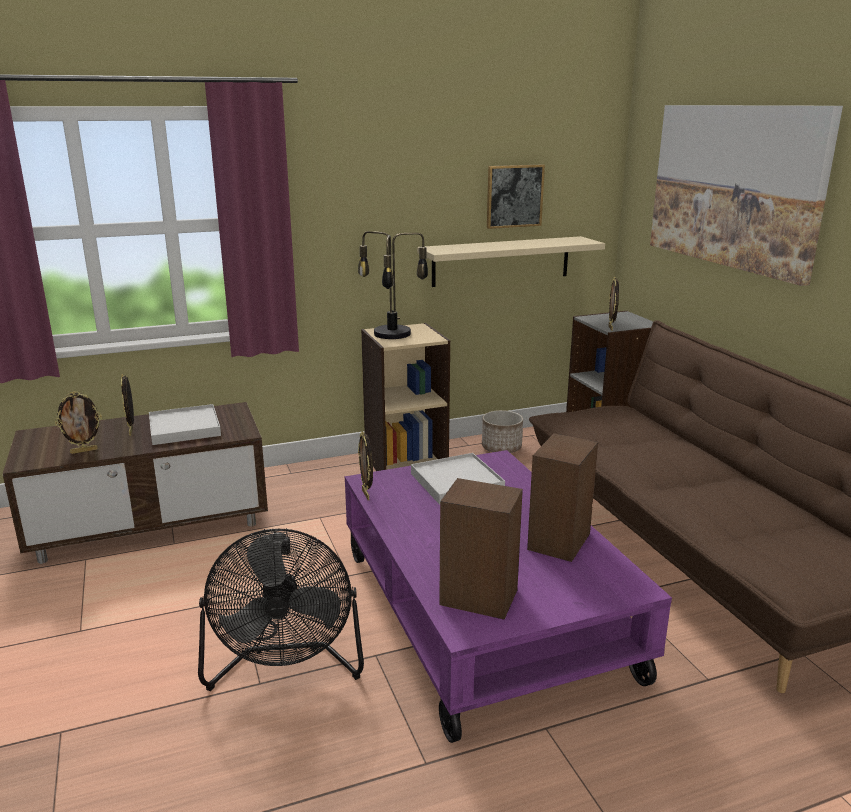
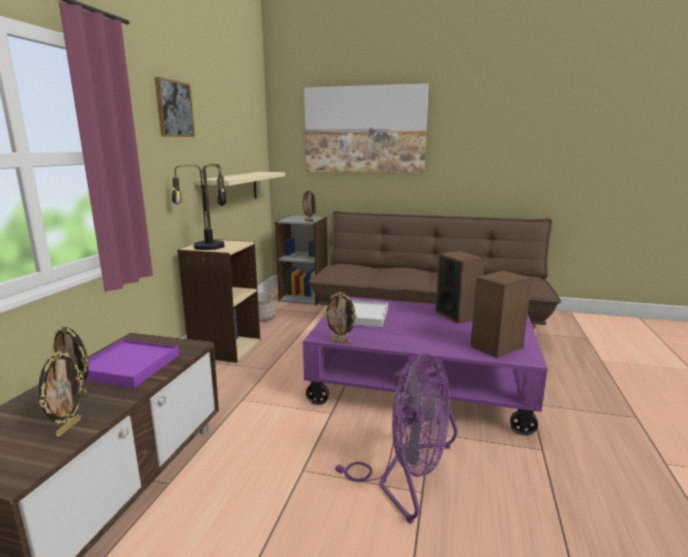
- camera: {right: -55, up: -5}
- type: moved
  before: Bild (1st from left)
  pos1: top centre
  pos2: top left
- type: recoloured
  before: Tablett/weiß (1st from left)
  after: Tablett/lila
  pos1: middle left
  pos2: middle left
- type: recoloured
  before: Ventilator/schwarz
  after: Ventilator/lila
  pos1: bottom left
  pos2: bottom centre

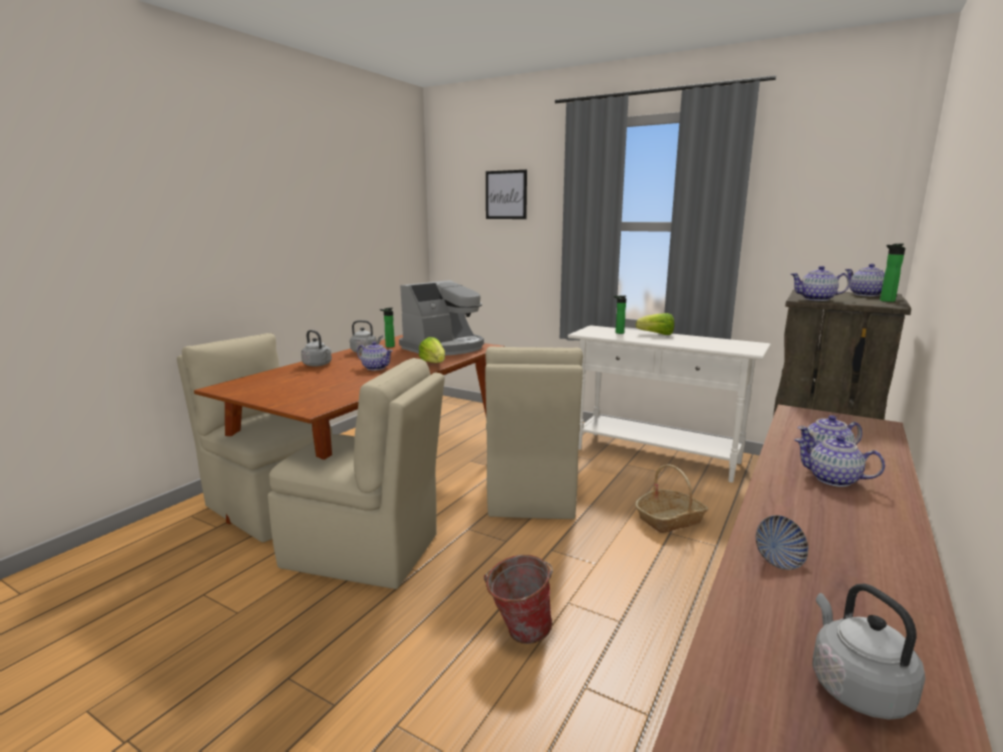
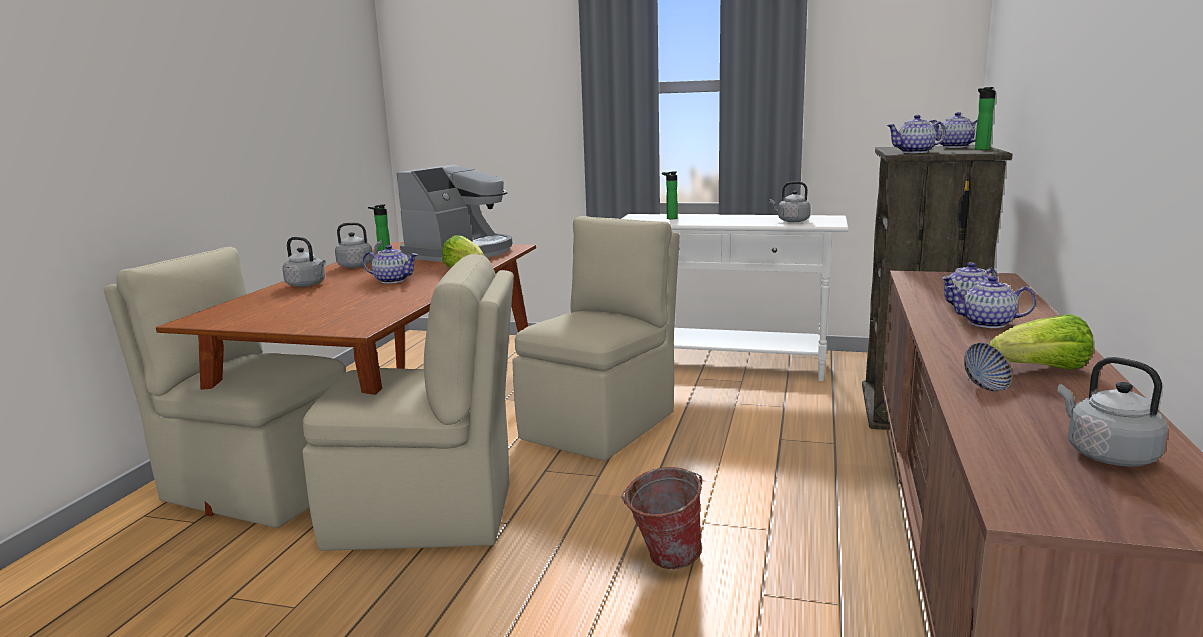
- camera: {right: -15, up: 0}
- type: removed
  before: Bild
  pos1: top centre
- type: removed
  before: Korb
  pos1: middle right
- type: added
  after: Wasserkessel/grau (3rd from left)
  pos2: top centre
- type: moved
  before: Salatkopf (2nd from left)
  pos1: centre
  pos2: middle right
- type: turned
  before: Stuhl/beige (3rd from left)
  pos1: centre
  pos2: centre
  turn: -135

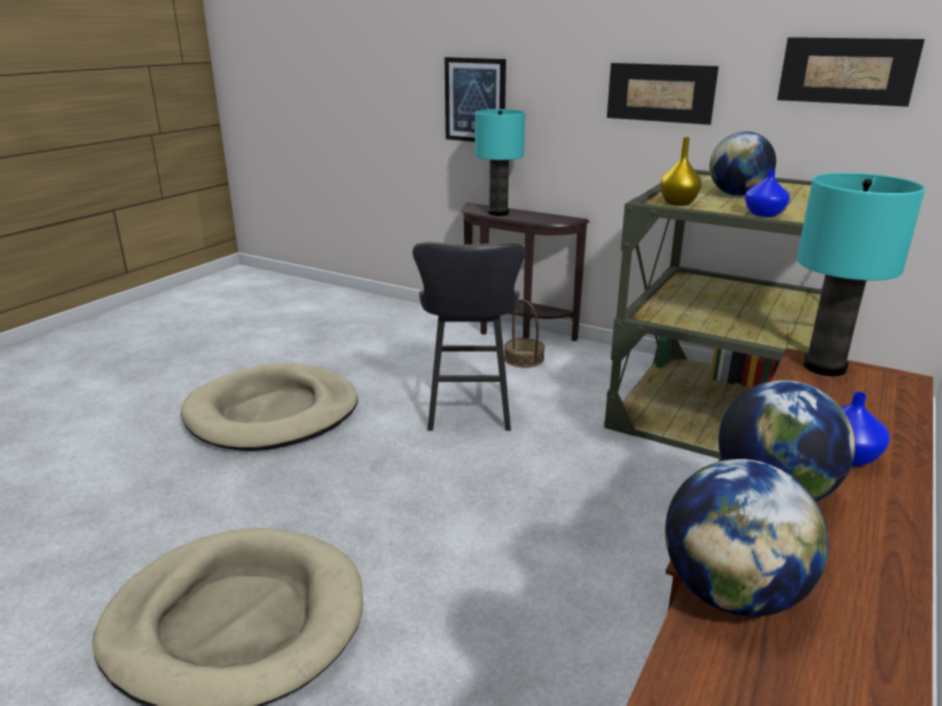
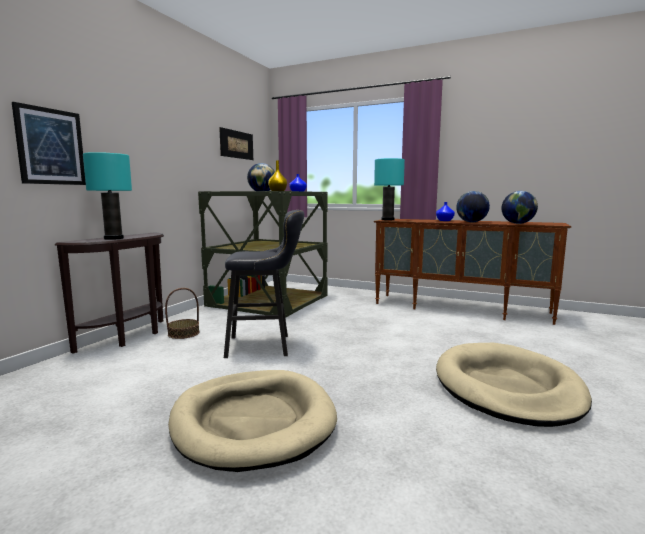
- camera: {right: -95, up: -15}
- type: removed
  before: Bild (2nd from left)
  pos1: top right

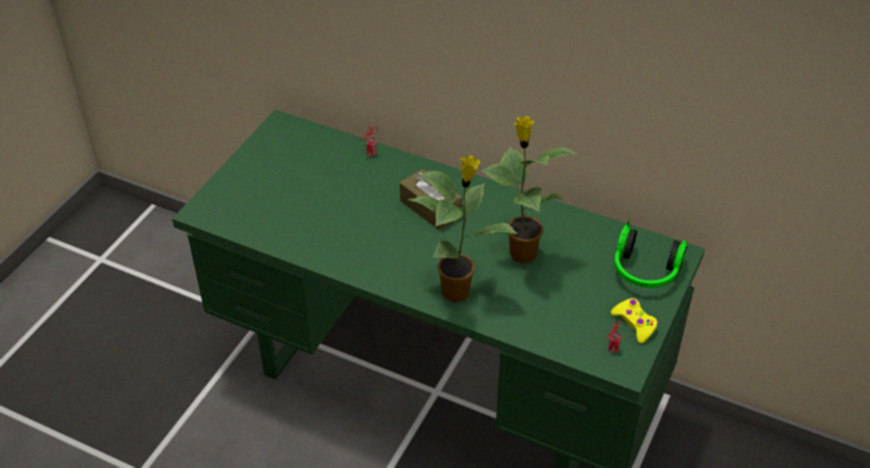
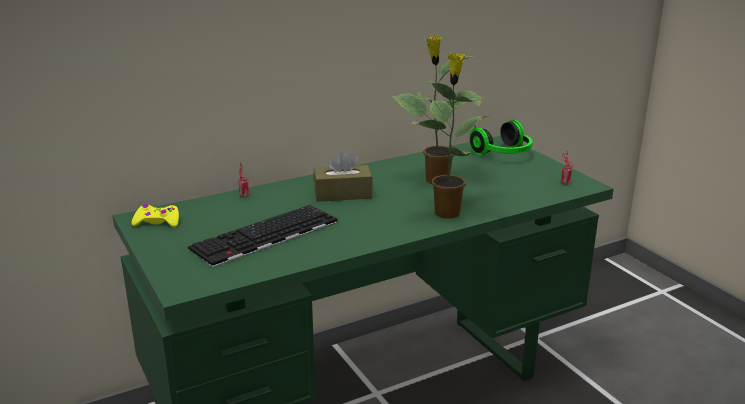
- camera: {right: -55, up: -20}
- type: added
  after: Tastatur
  pos2: centre
- type: moved
  before: Gamepad/gelb
  pos1: bottom right
  pos2: middle left

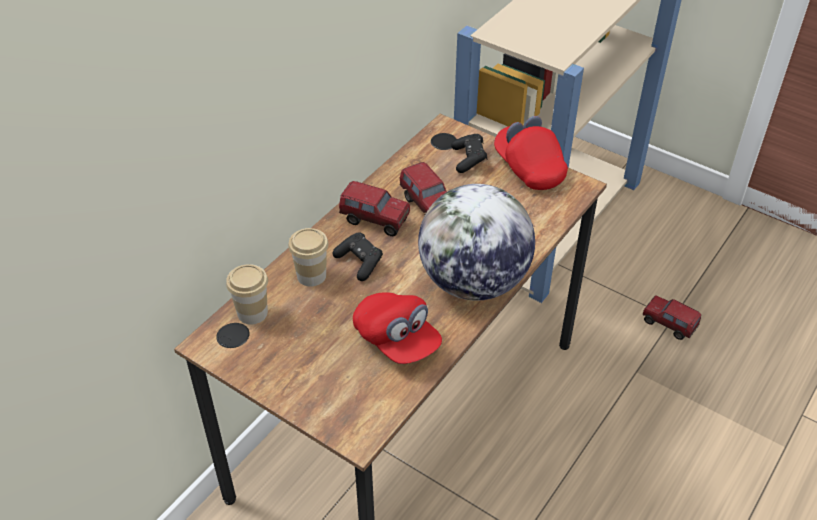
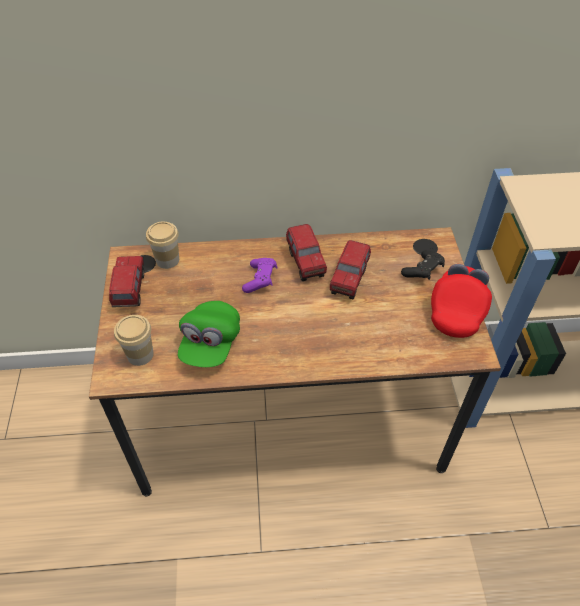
- camera: {right: 50, up: 5}
- type: removed
  before: Globus
  pos1: centre
- type: moved
  before: Tasse (2nd from left in the first image)
  after: Tasse (1st from left)
  pos1: centre
  pos2: middle left
- type: moved
  before: Spielzeuglaster (3rd from left in the first image)
  after: Spielzeuglaster (1st from left)
  pos1: middle right
  pos2: middle left
- type: recoloured
  before: Gamepad/schwarz (1st from left)
  after: Gamepad/lila
  pos1: centre
  pos2: centre
- type: recoloured
  before: Kappe/rot (1st from left)
  after: Kappe/grün
  pos1: centre
  pos2: centre

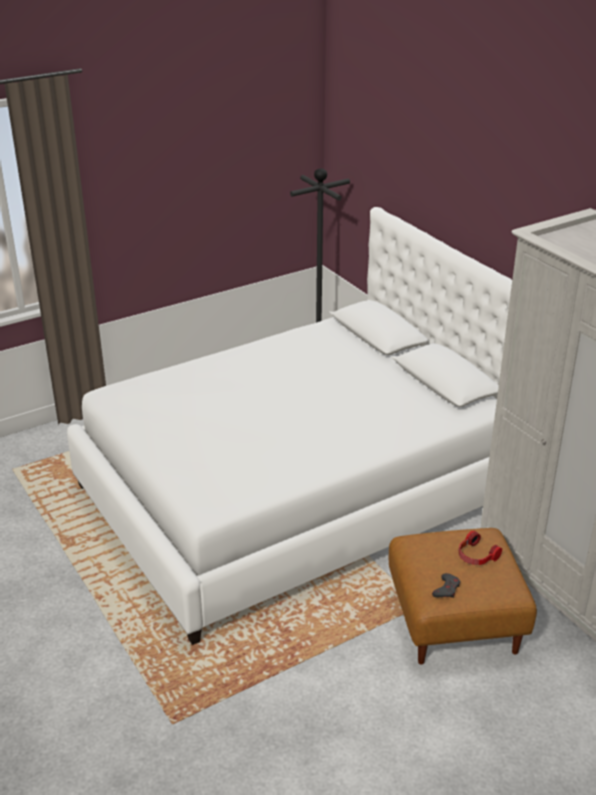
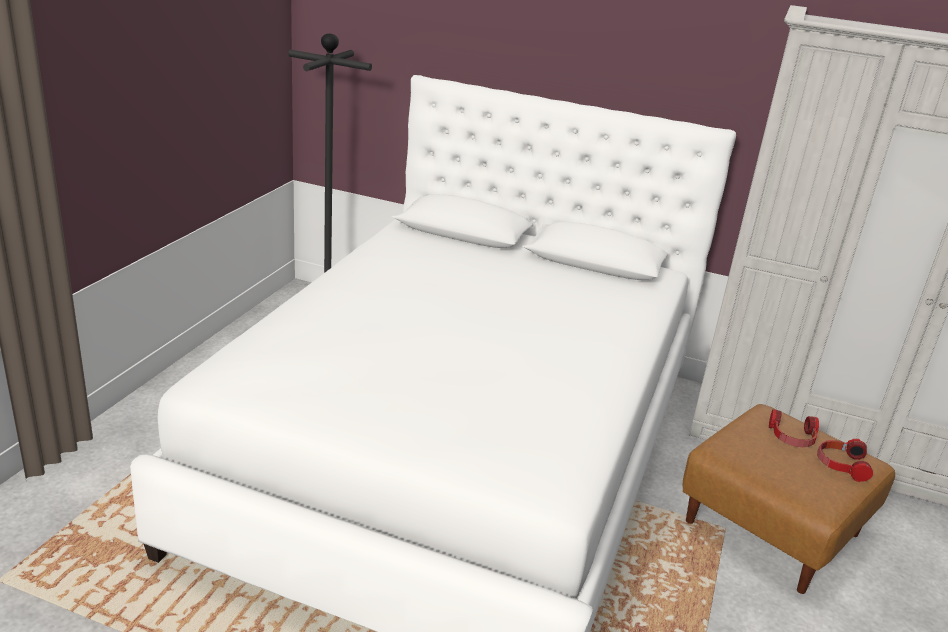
- camera: {right: -40, up: -5}
- type: removed
  before: Gamepad/grau
  pos1: bottom right
- type: added
  after: Kopfhörer (2nd from left)
  pos2: bottom right

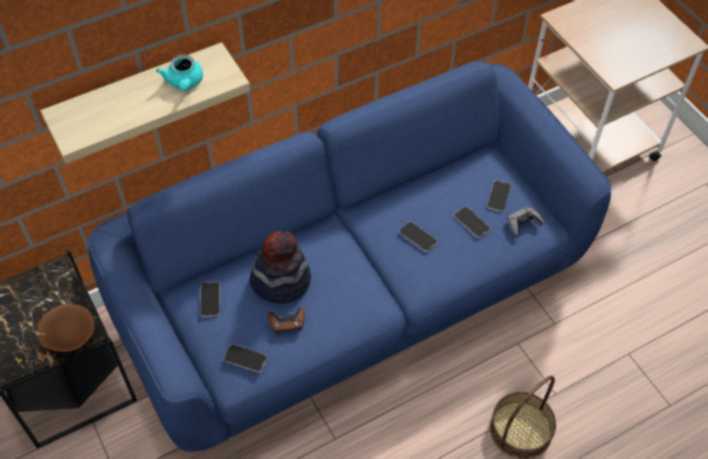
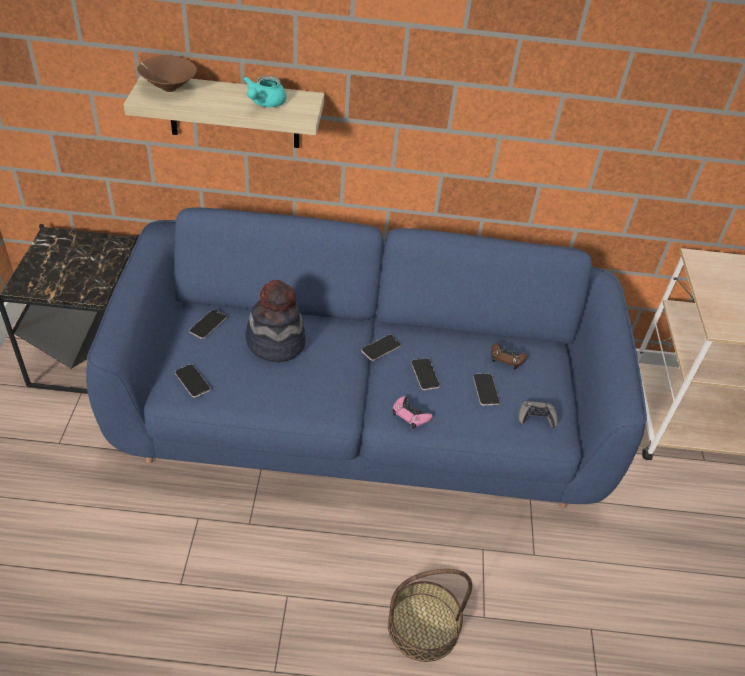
- camera: {right: 30, up: -10}
- type: added
  after: Gamepad/rosa
  pos2: centre
- type: moved
  before: Schüssel/braun
  pos1: bottom left
  pos2: top left
- type: moved
  before: Gamepad/braun
  pos1: bottom centre
  pos2: middle right
- type: moved
  before: Handy (5th from left in the first image)
  after: Handy (3rd from left)
  pos1: middle right
  pos2: centre

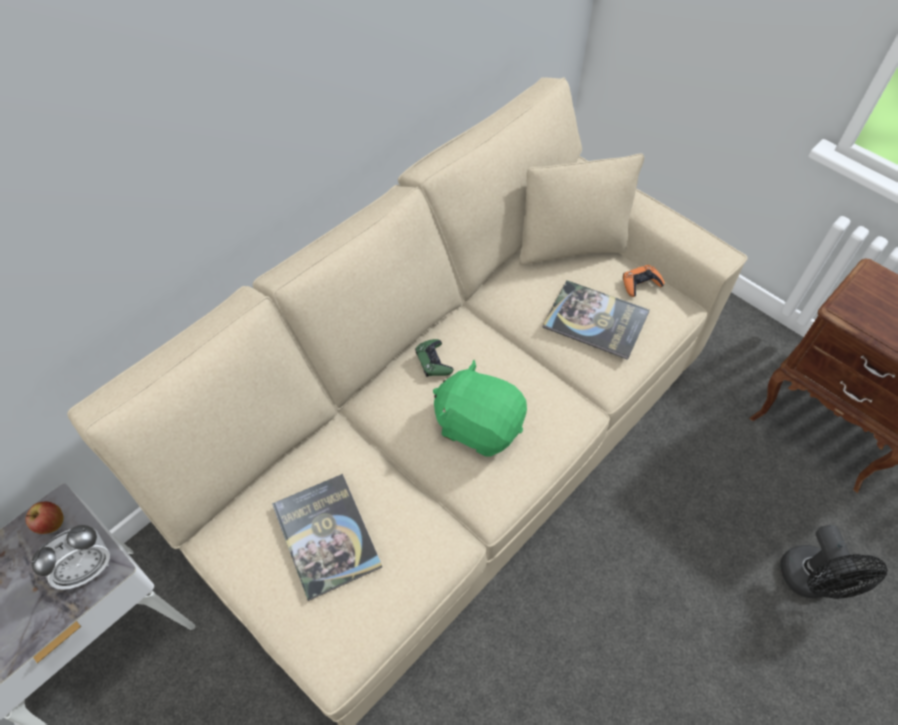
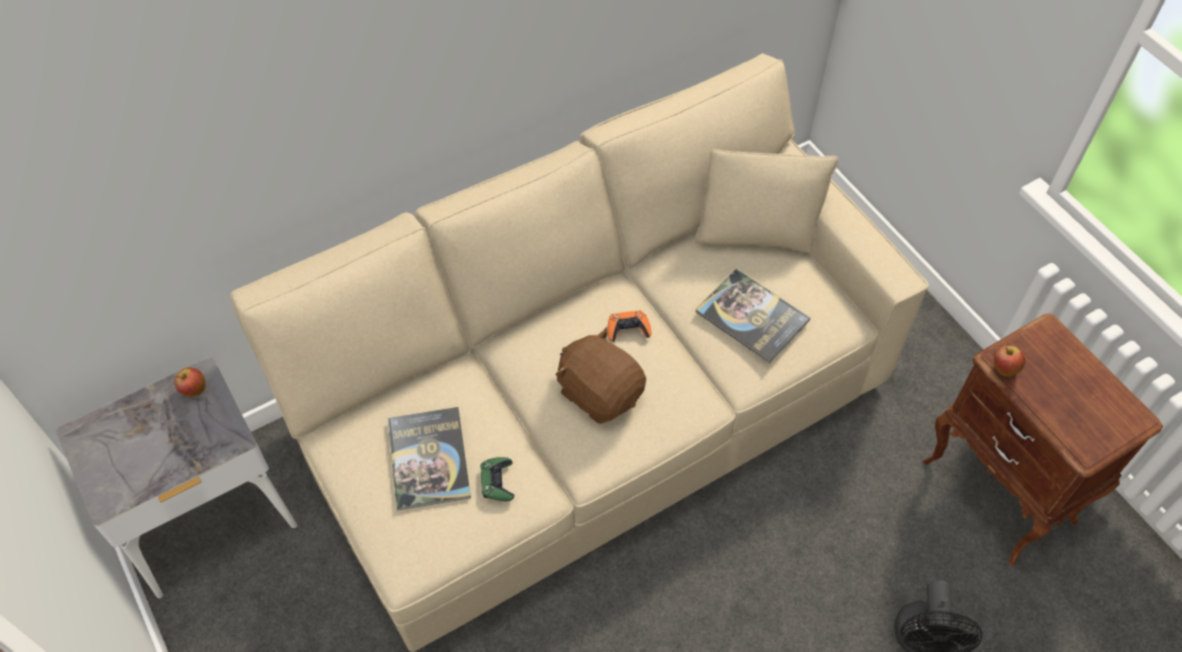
- camera: {right: 15, up: 0}
- type: removed
  before: Wecker
  pos1: bottom left
- type: added
  after: Apfel (2nd from left)
  pos2: middle right
- type: moved
  before: Gamepad/grün
  pos1: centre
  pos2: bottom centre
- type: moved
  before: Gamepad/orange
  pos1: middle right
  pos2: centre
- type: recoloured
  before: Plüschtier/grün
  after: Plüschtier/braun
  pos1: centre
  pos2: centre

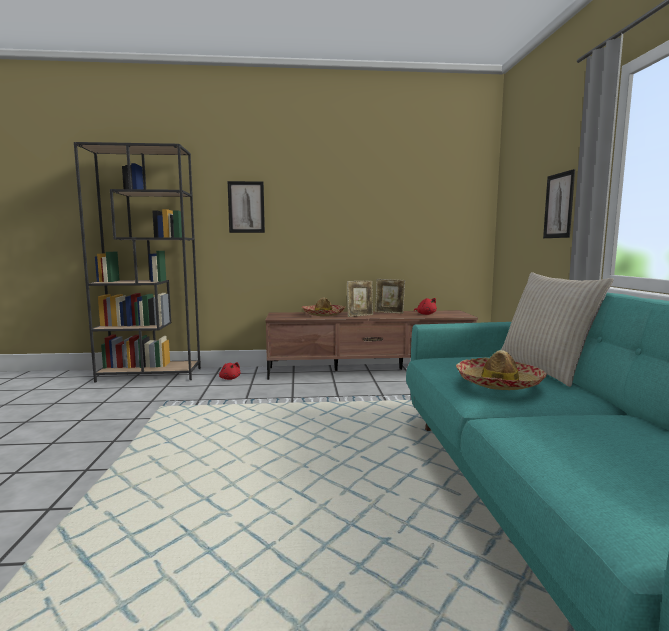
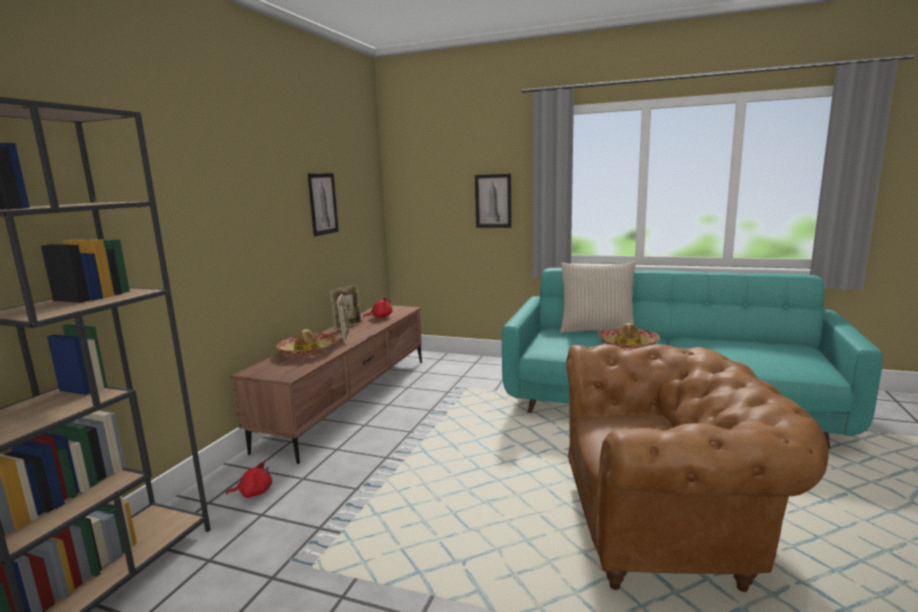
- camera: {right: -65, up: 5}
- type: added
  after: Sessel/braun
  pos2: bottom right
- type: moved
  before: Bild (1st from left)
  pos1: top centre
  pos2: centre

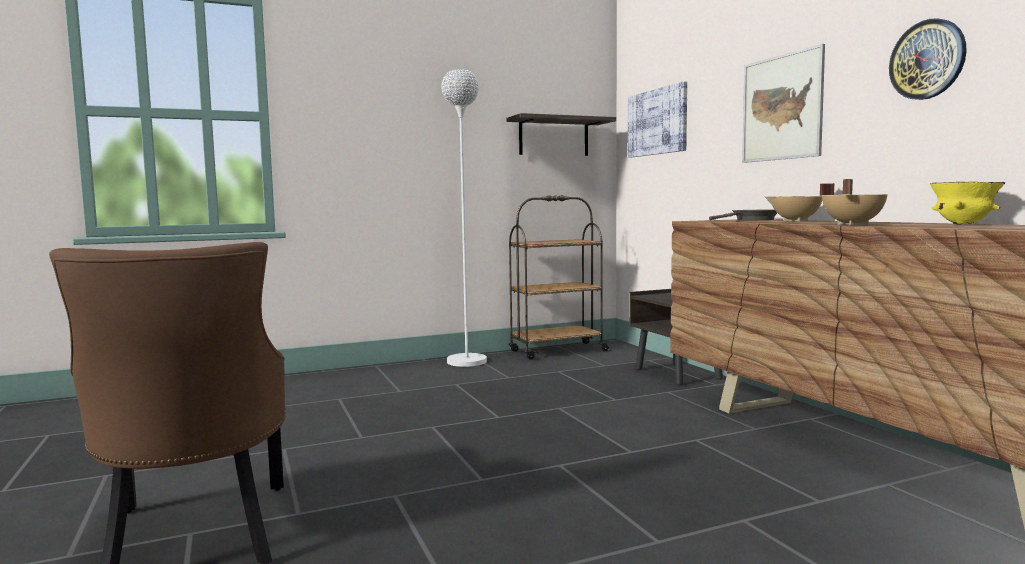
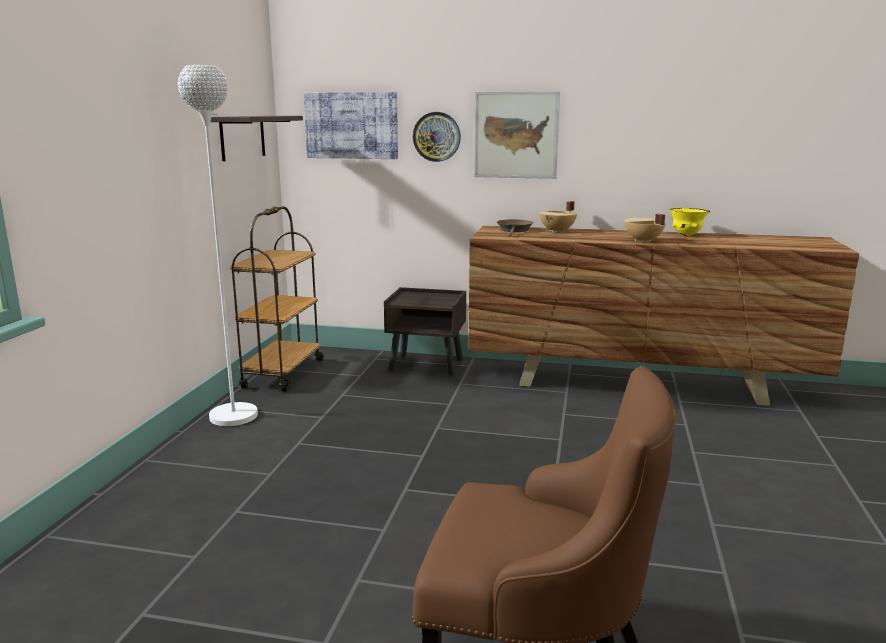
- camera: {right: -55, up: 10}
- type: moved
  before: Wanduhr
  pos1: top right
  pos2: top centre

